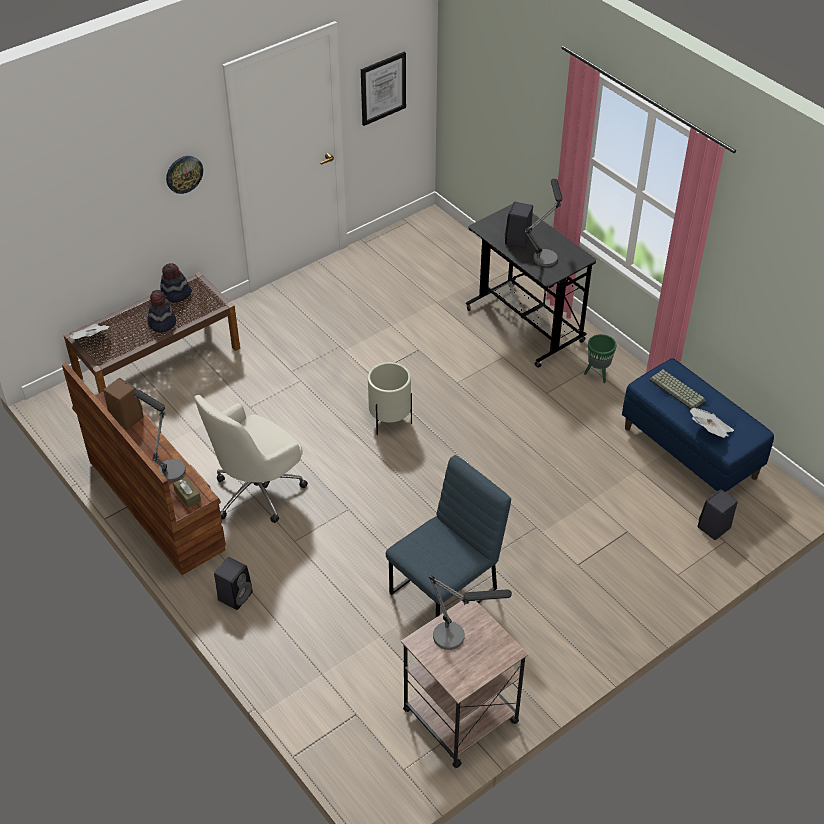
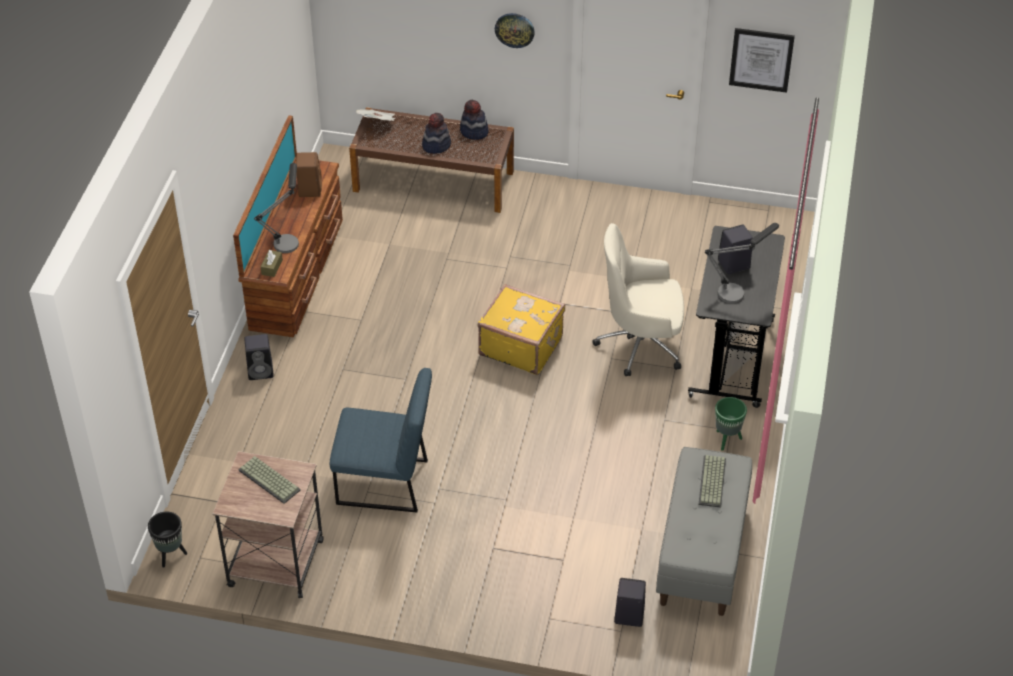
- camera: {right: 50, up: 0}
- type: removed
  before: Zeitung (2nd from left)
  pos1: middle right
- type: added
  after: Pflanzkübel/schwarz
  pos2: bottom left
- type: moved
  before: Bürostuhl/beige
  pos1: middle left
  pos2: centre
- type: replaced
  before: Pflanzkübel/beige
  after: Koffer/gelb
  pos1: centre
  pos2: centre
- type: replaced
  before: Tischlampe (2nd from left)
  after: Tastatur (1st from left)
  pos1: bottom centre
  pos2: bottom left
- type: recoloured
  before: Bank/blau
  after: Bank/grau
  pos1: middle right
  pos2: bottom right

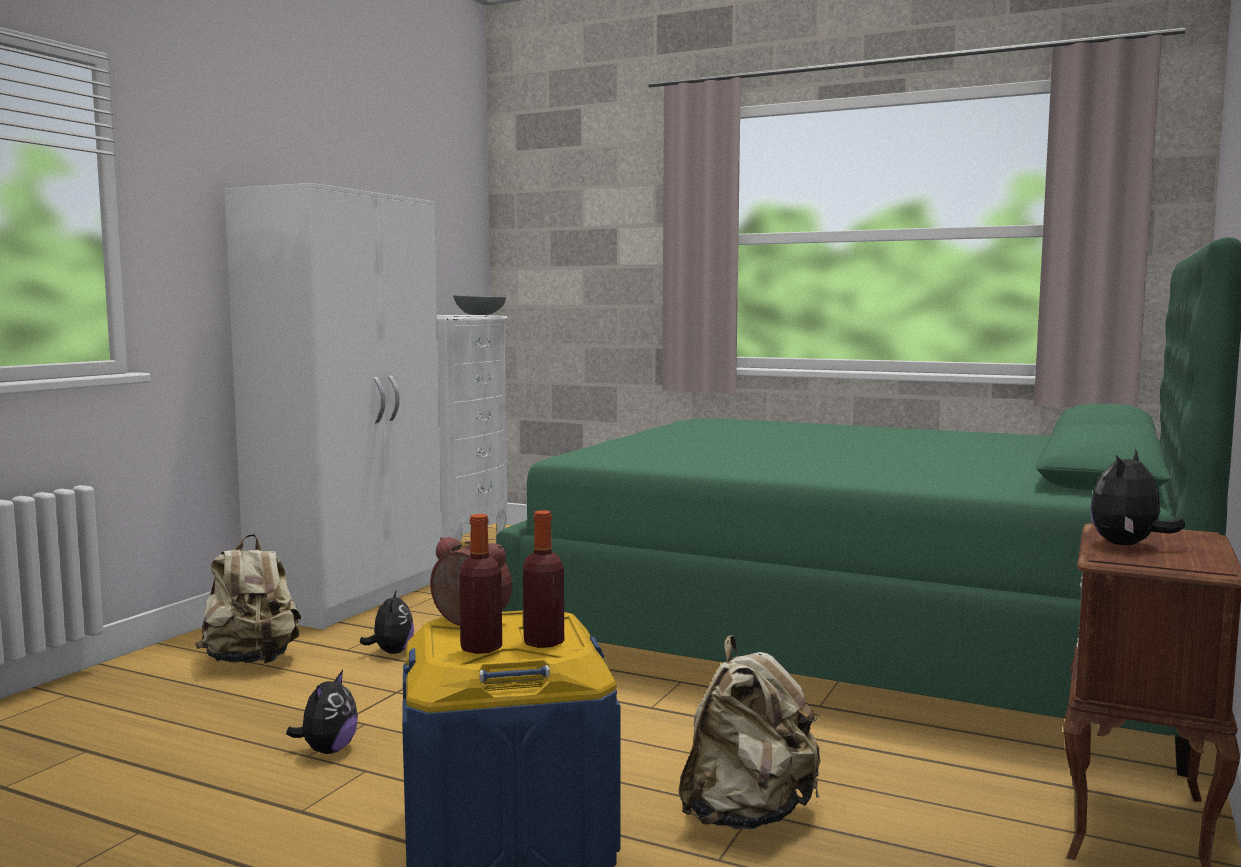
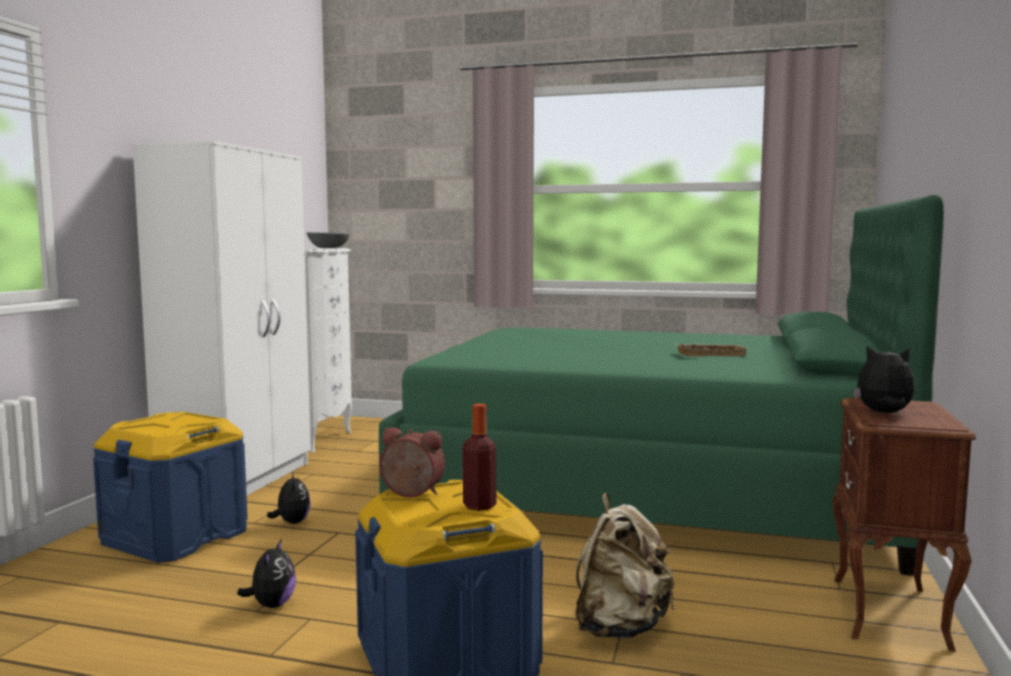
- camera: {right: -10, up: 0}
- type: removed
  before: Flasche (1st from left)
  pos1: bottom centre
- type: added
  after: Tablett/beige
  pos2: middle right
- type: replaced
  before: Rucksack/beige (1st from left)
  after: Aufbewahrungsbox/blau (1st from left)
  pos1: bottom left
  pos2: bottom left
- type: turned
  before: Plüschtier (3rd from left)
  pos1: middle right
  pos2: middle right
  turn: 75

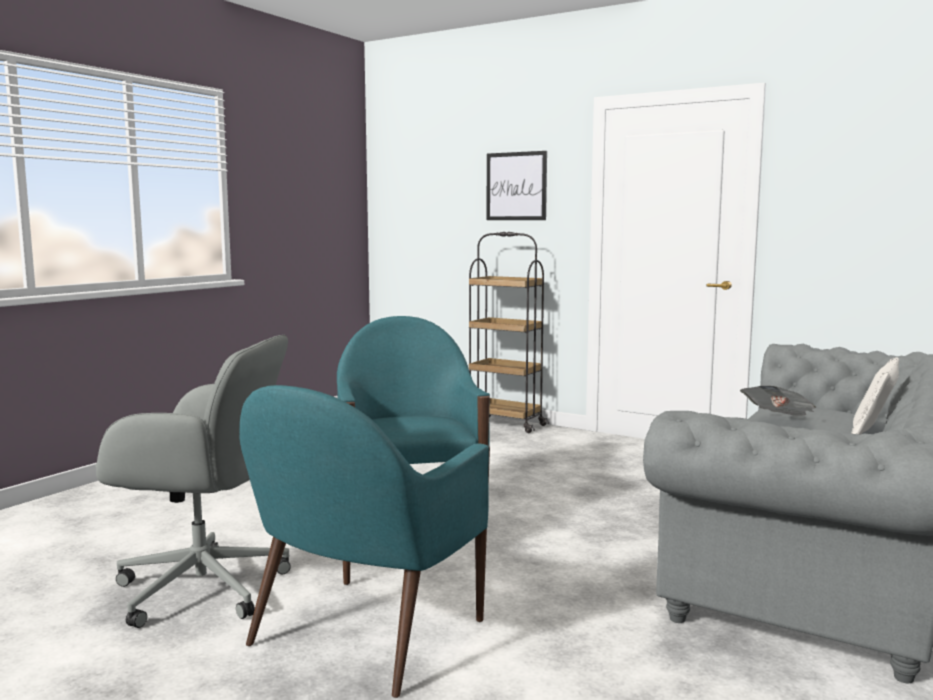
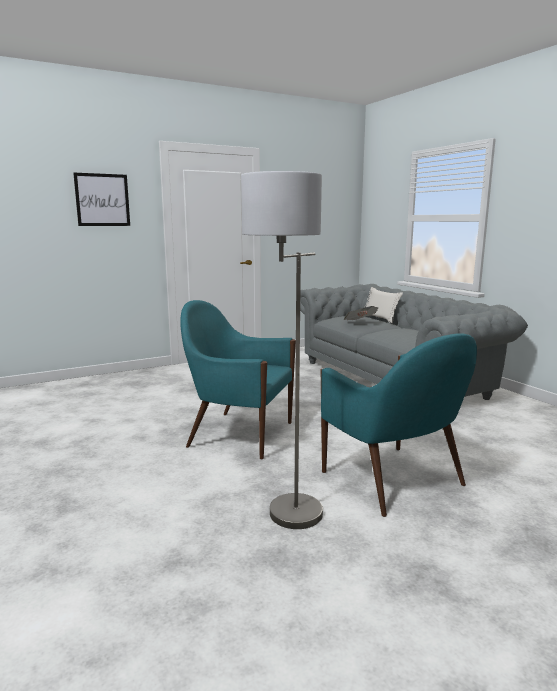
- camera: {right: -60, up: 5}
- type: removed
  before: Rollwagen/braun
  pos1: centre
- type: replaced
  before: Bürostuhl/grau
  after: Stehlampe/grau
  pos1: bottom left
  pos2: centre

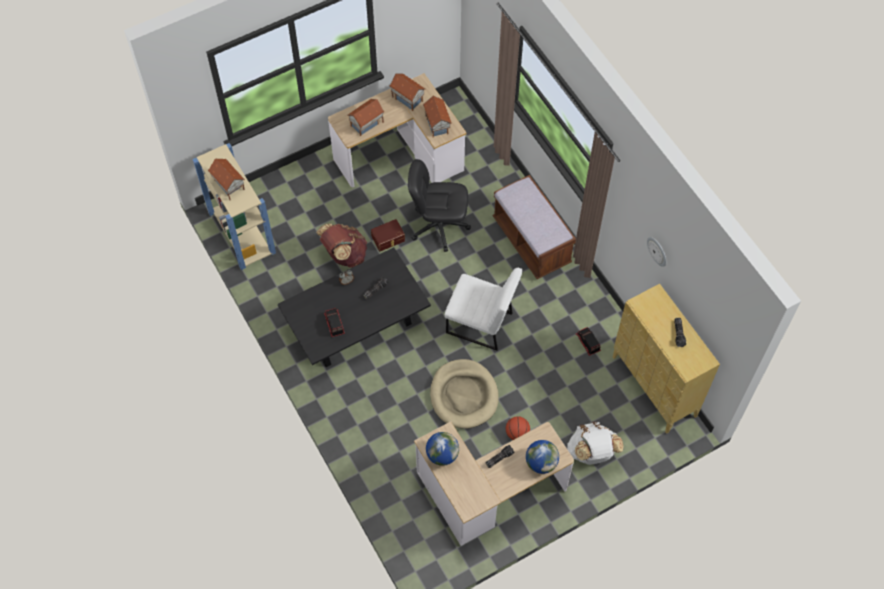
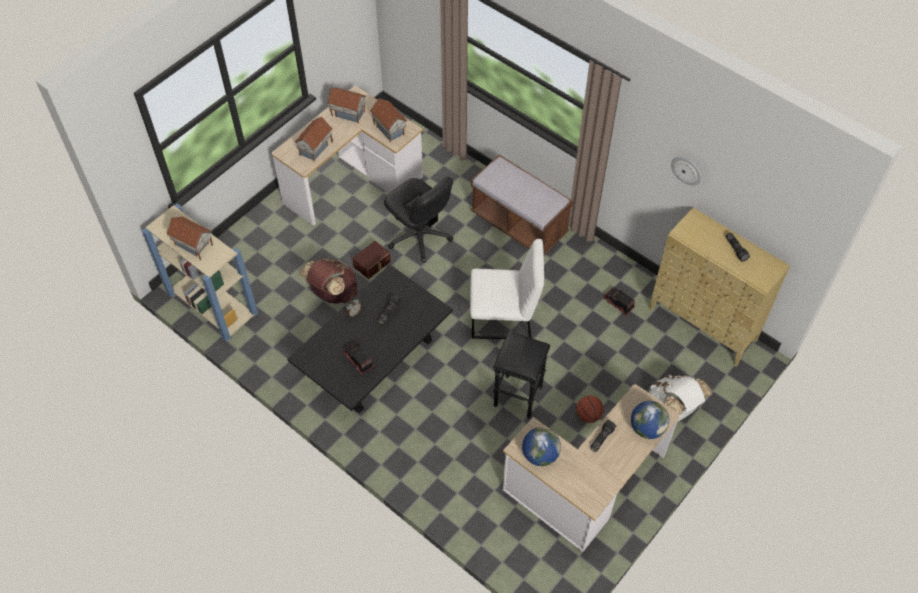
- camera: {right: -20, up: -5}
- type: replaced
  before: Hundebett/beige
  after: Hocker/schwarz
  pos1: bottom centre
  pos2: centre
- type: turned
  before: Bürostuhl/schwarz
  pos1: centre
  pos2: centre
  turn: -120

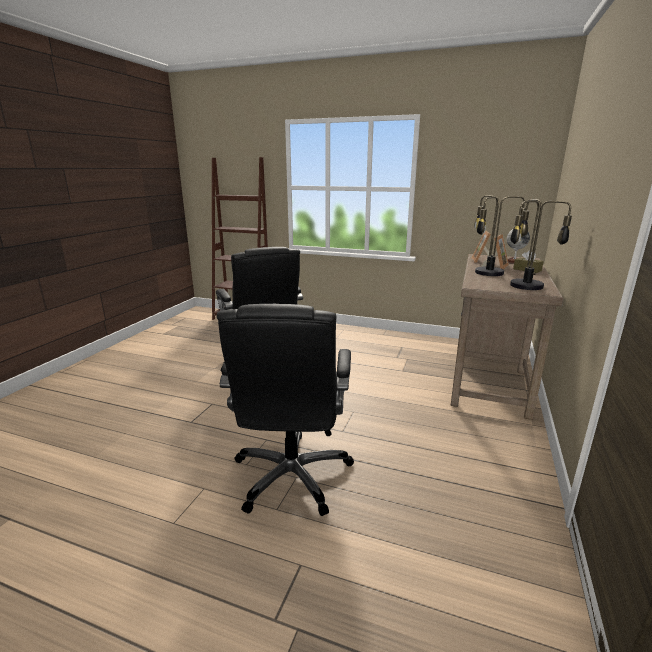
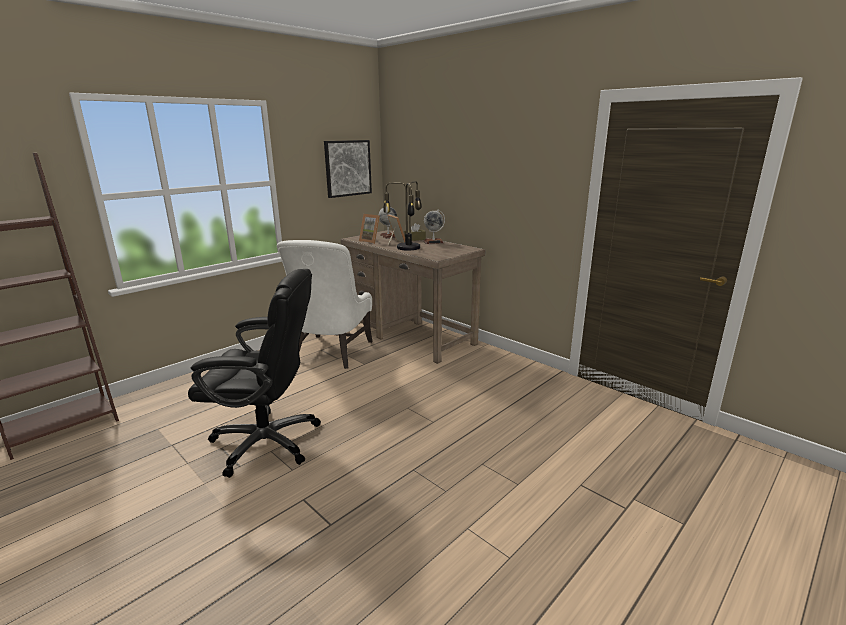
- camera: {right: -65, up: 0}
- type: removed
  before: Bürostuhl/schwarz (2nd from left)
  pos1: centre
- type: removed
  before: Tischlampe (2nd from left)
  pos1: middle right
- type: added
  after: Stuhl/weiß
  pos2: centre
- type: added
  after: Bild
  pos2: top centre
- type: added
  after: Globus (2nd from left)
  pos2: centre

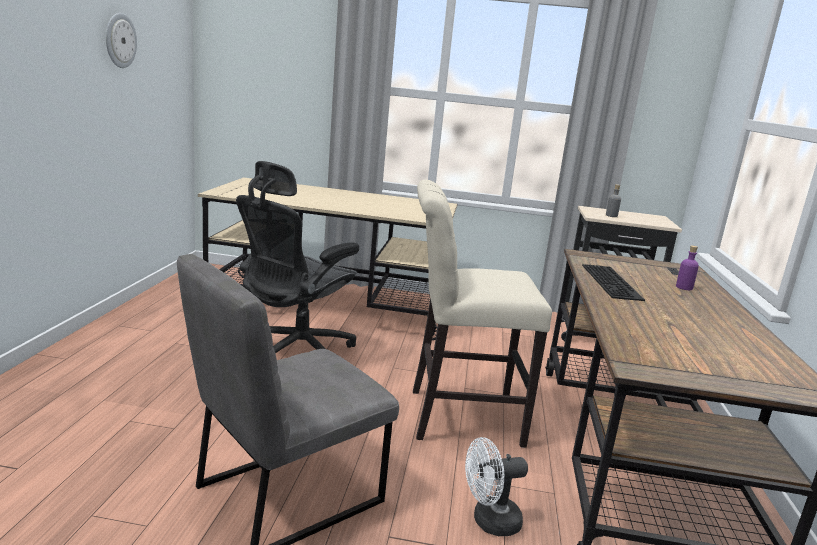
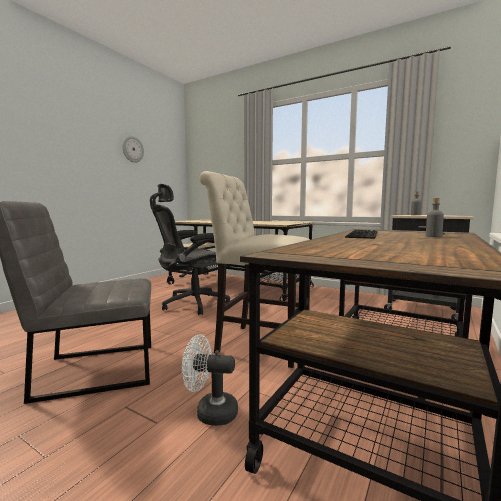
- camera: {right: 25, up: -10}
- type: recoloured
  before: Flasche/lila
  after: Flasche/grau (2nd from left)
  pos1: middle right
  pos2: middle right

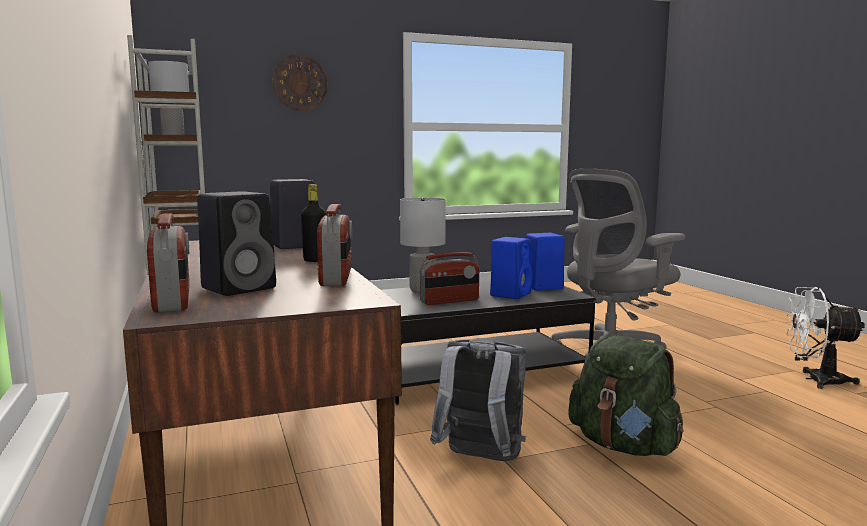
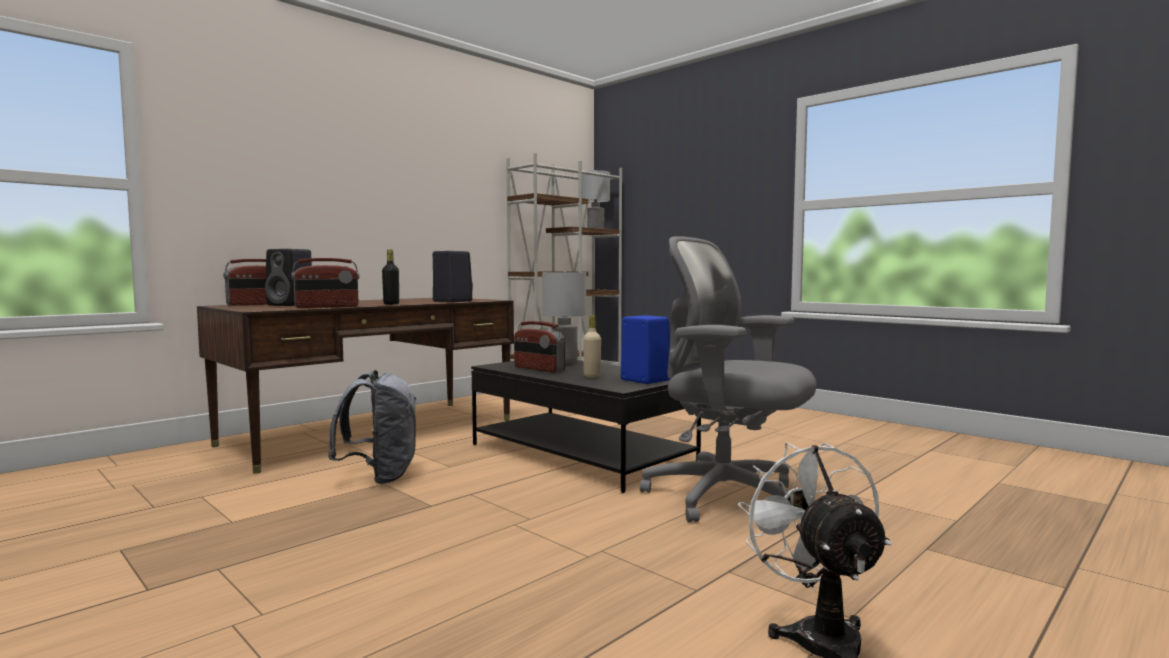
- camera: {right: 65, up: -5}
- type: removed
  before: Wanduhr
  pos1: top centre
- type: removed
  before: Rucksack/grün
  pos1: bottom right
- type: replaced
  before: Lautsprecher/blau (1st from left)
  after: Flasche/beige
  pos1: centre
  pos2: centre

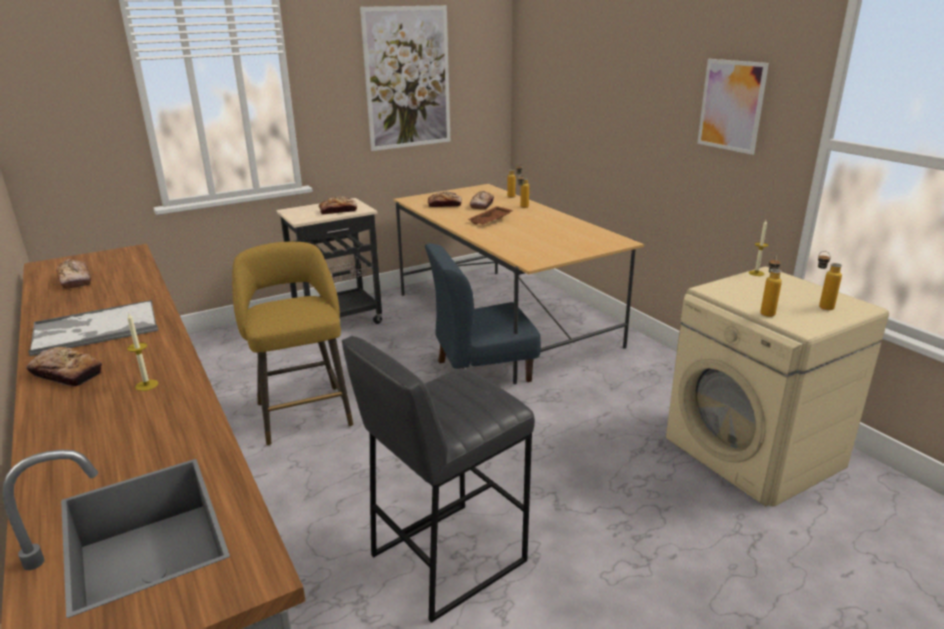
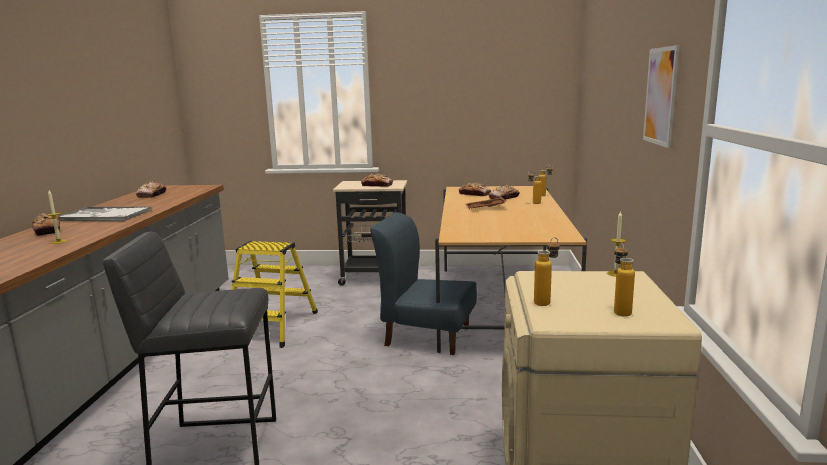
- camera: {right: 35, up: -10}
- type: removed
  before: Bild (1st from left)
  pos1: top centre
- type: replaced
  before: Hocker/gelb
  after: Trittleiter/gelb
  pos1: middle left
  pos2: middle left

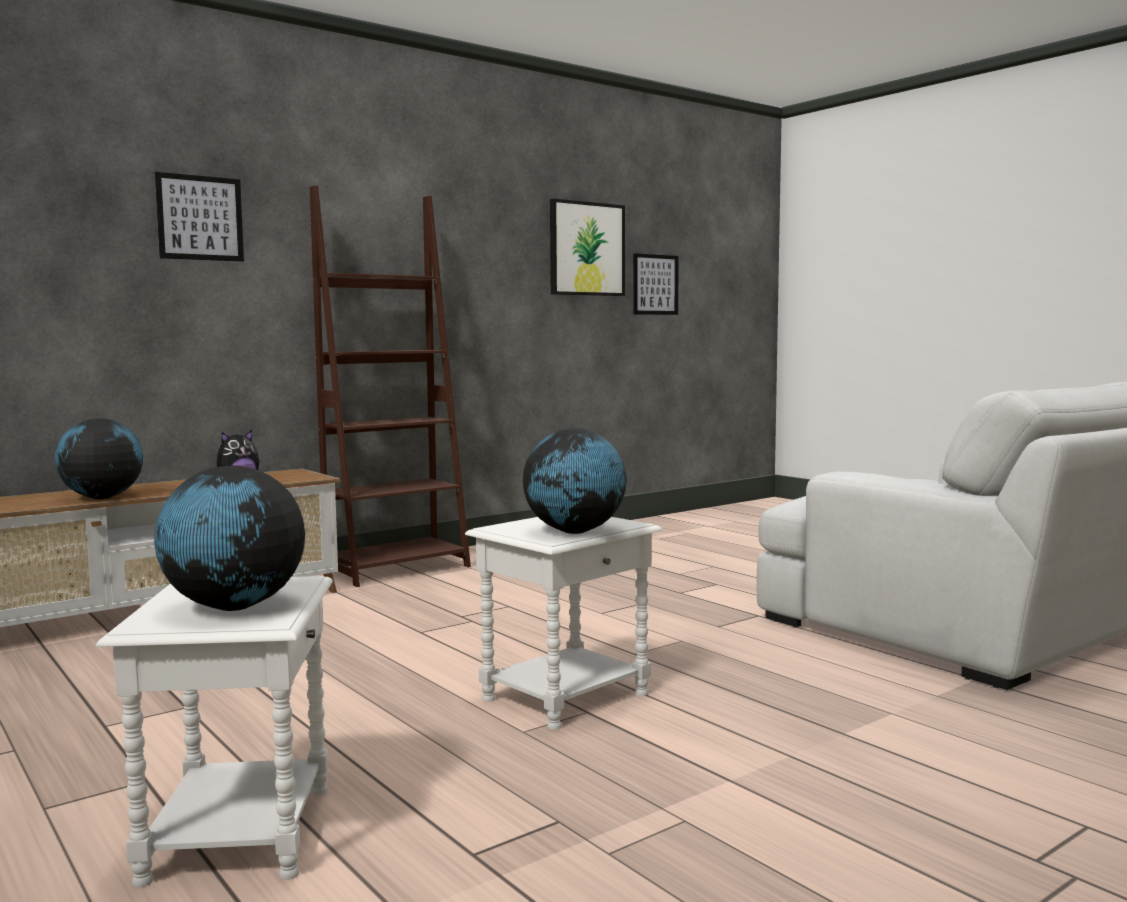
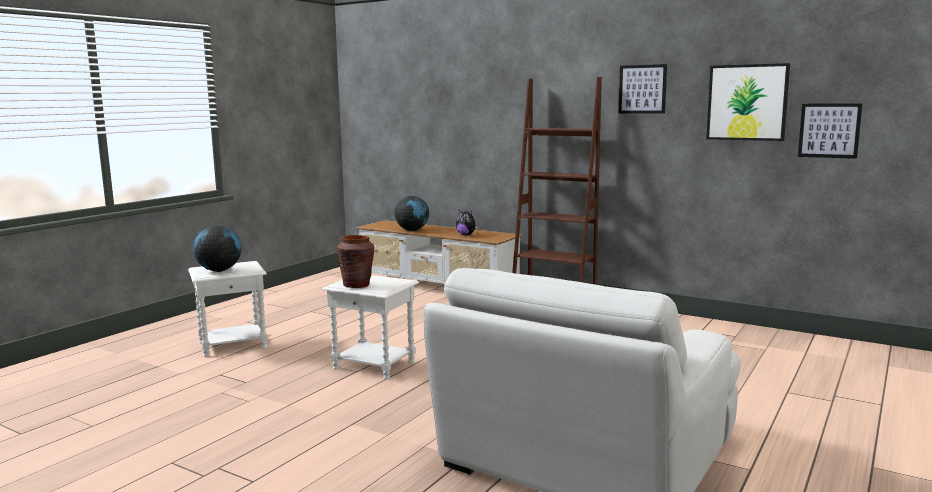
- camera: {right: 70, up: 5}
- type: moved
  before: Bild (1st from left)
  pos1: top left
  pos2: top right
- type: replaced
  before: Globus (3rd from left)
  after: Vase/braun
  pos1: centre
  pos2: centre

